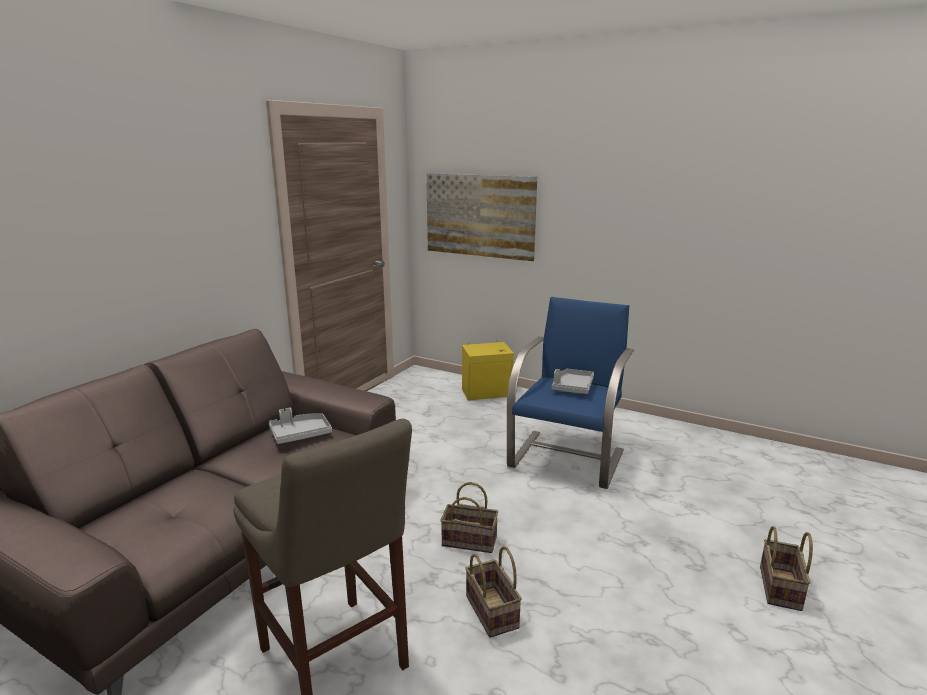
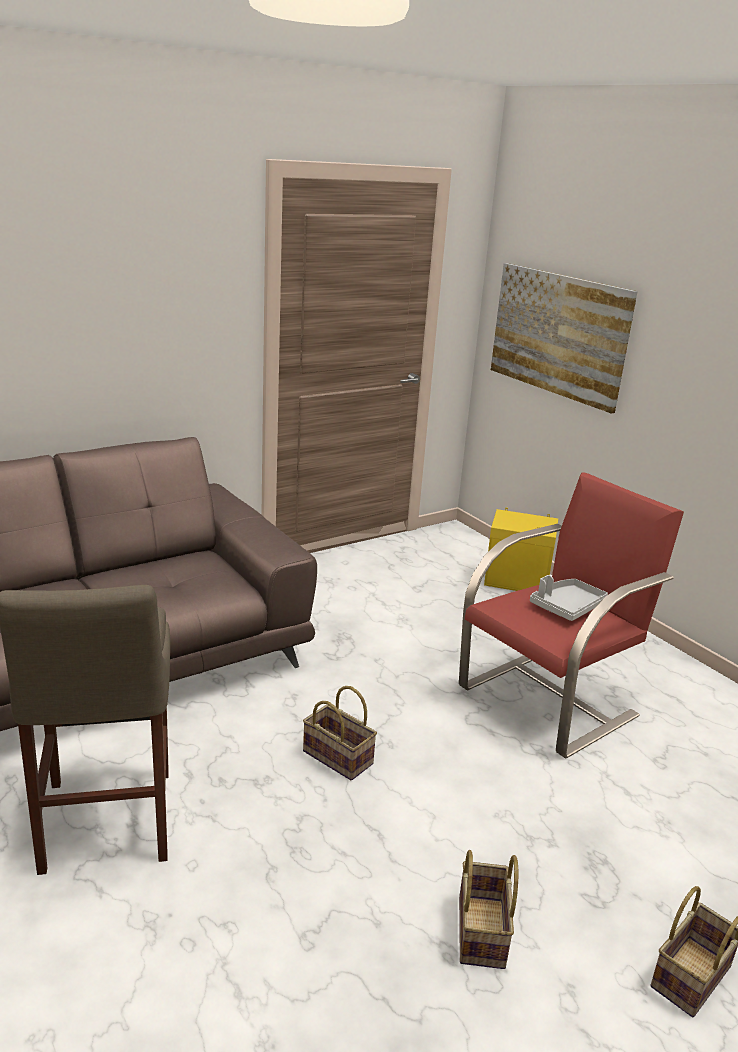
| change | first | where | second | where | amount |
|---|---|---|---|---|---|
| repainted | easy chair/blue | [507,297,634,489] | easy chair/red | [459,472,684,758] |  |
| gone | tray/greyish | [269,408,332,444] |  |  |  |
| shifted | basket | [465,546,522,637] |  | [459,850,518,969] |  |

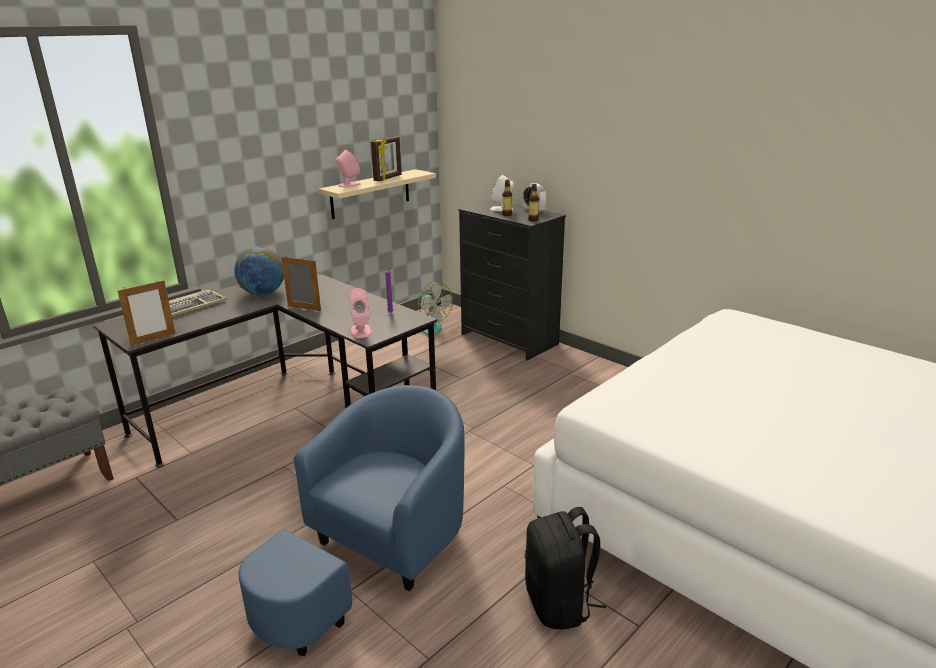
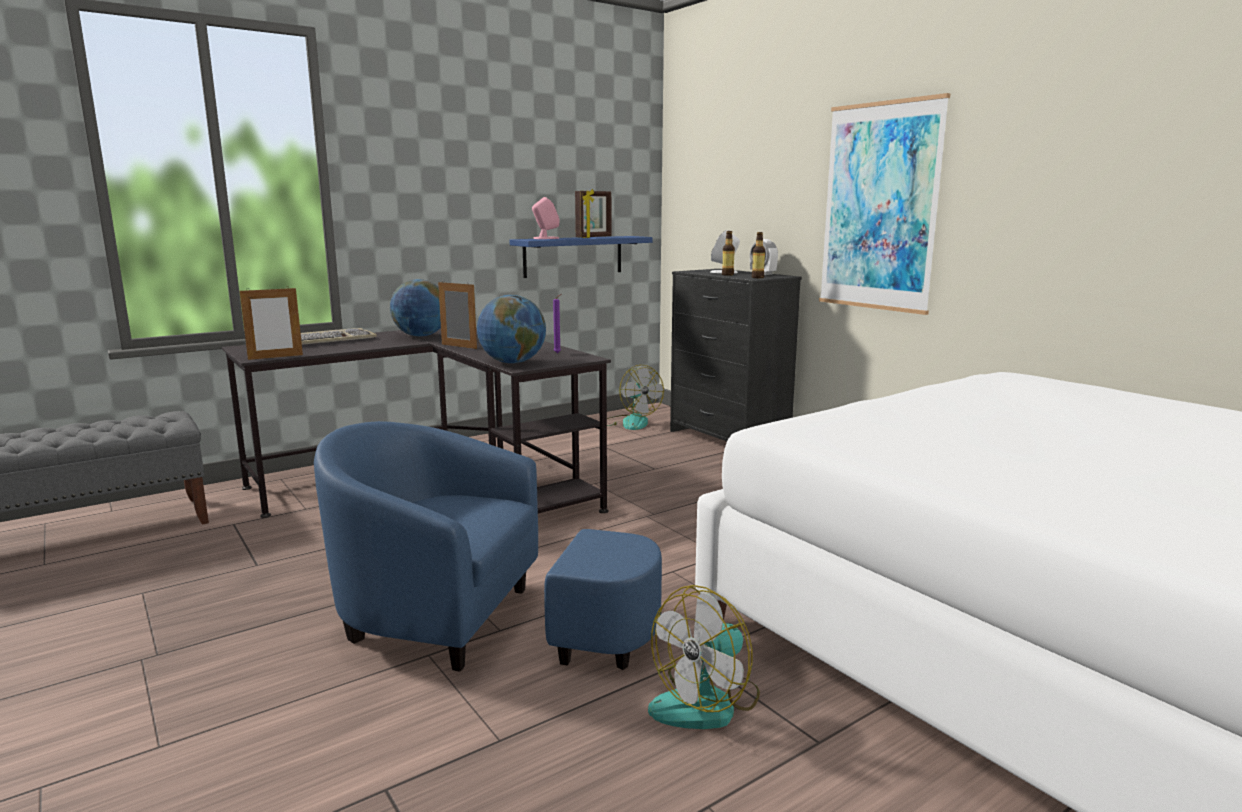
| change | first | where | second | where | amount |
|---|---|---|---|---|---|
| repainted | bracket shelf/sand-coloured | [318,169,436,219] | bracket shelf/blue | [510,236,653,278] |  |
| swapped | speaker/pinkish | [350,288,372,338] | globe | [477,295,546,364] |  |
| rotated | easy chair/blue | [239,385,465,656] |  | [314,421,662,672] | 120 degrees counterclockwise |
| swapped | knapsack/black | [525,507,606,630] | electric fan | [648,585,760,729] |  |
| new |  |  | wall picture | [819,93,950,315] |  |

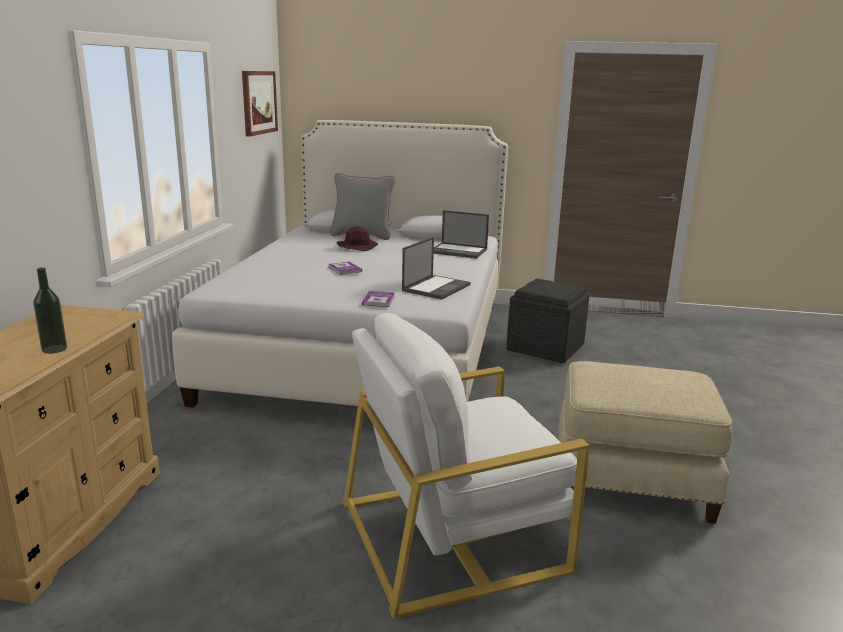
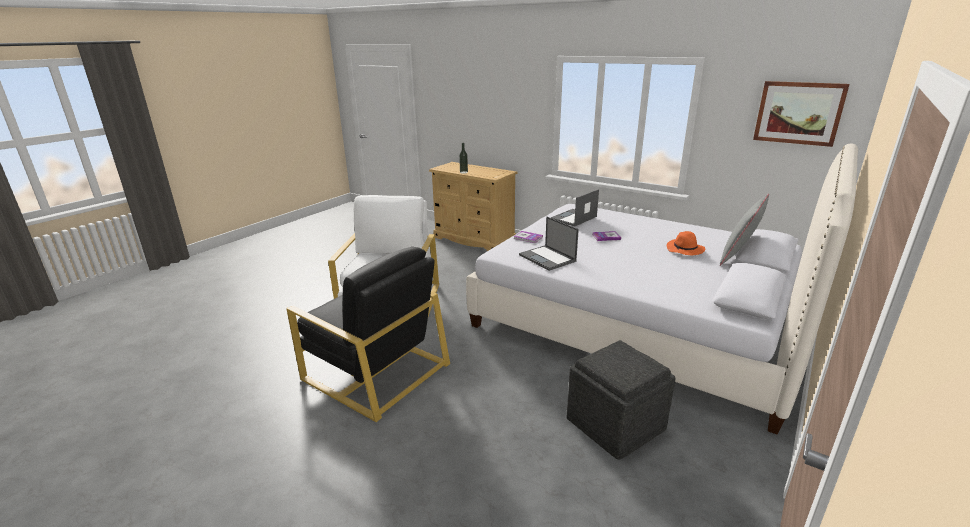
| change | first | where | second | where | amount |
|---|---|---|---|---|---|
| shifted | laptop | [434,210,489,258] |  | [551,189,599,227] |  |
| repainted | clothing hat/purple | [337,226,378,251] | clothing hat/orange | [667,231,705,255] |  |
| swapped | footrest/sand-coloured | [558,361,733,524] | easy chair/black | [287,247,450,422] |  |

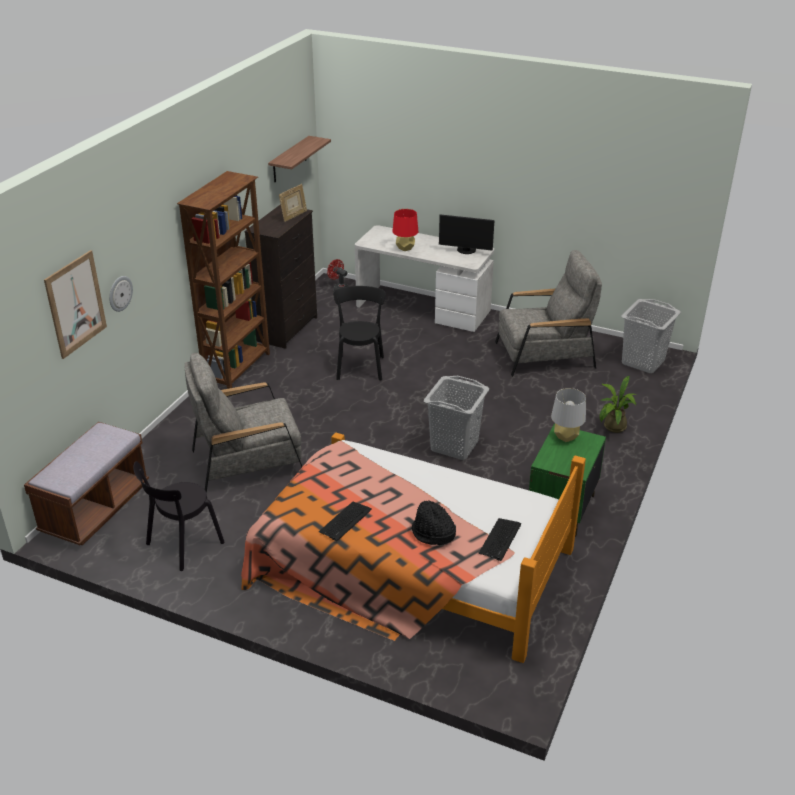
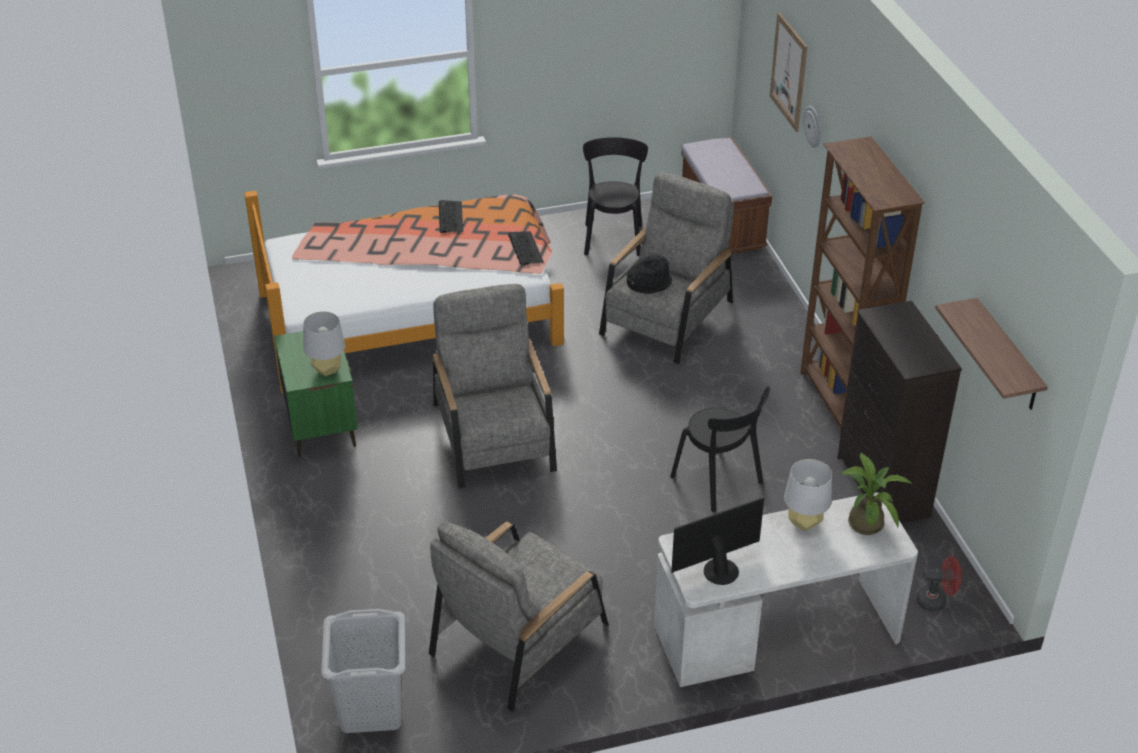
| change | first | where | second | where | amount |
|---|---|---|---|---|---|
| gone | standing frame | [279,184,307,222] |  |  |  |
| repainted | tabletop lamp/red | [392,209,418,251] | tabletop lamp/greyish | [784,459,832,531] |  |
| swapped | laundry basket/greyish | [424,376,489,460] | easy chair/greyish | [433,284,557,488] |  |
| shifted | plant in a pot | [599,376,637,433] |  | [839,453,912,535] |  |
| shifted | clothing hat/black | [412,500,456,545] |  | [627,254,672,294] |  |
| shifted | keyboard | [479,518,521,561] |  | [508,231,544,266] |  |

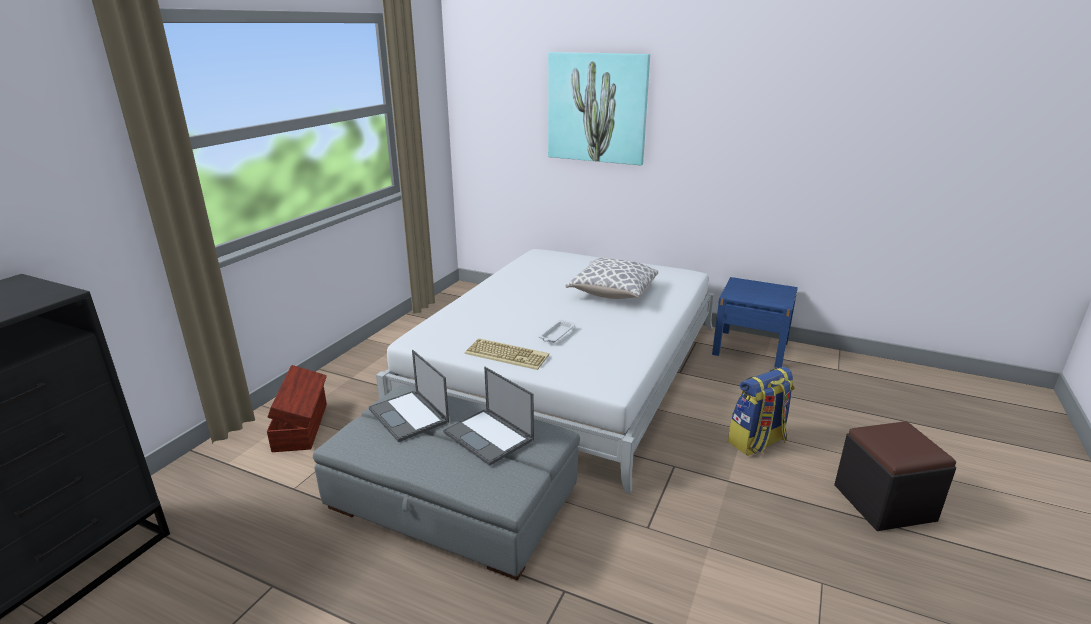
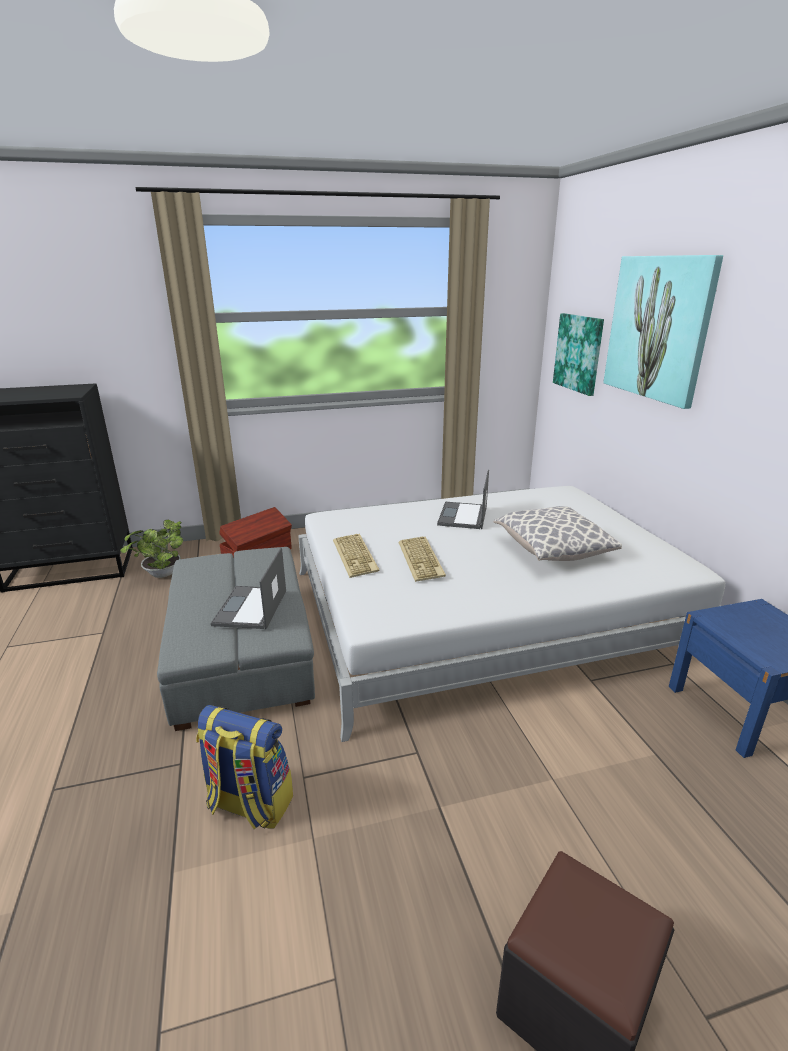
| change | first | where | second | where | amount |
|---|---|---|---|---|---|
| swapped | tray/white-coloured | [538,319,576,343] | keyboard | [399,537,446,582] |  |
| shifted | laptop | [369,350,449,442] |  | [437,470,489,529] |  |
| shifted | knapsack | [728,367,794,456] |  | [196,705,293,829] |  |
| new |  |  | wall picture | [553,313,604,396] |  |
| new |  |  | plant in a pot | [120,520,183,578] |  |

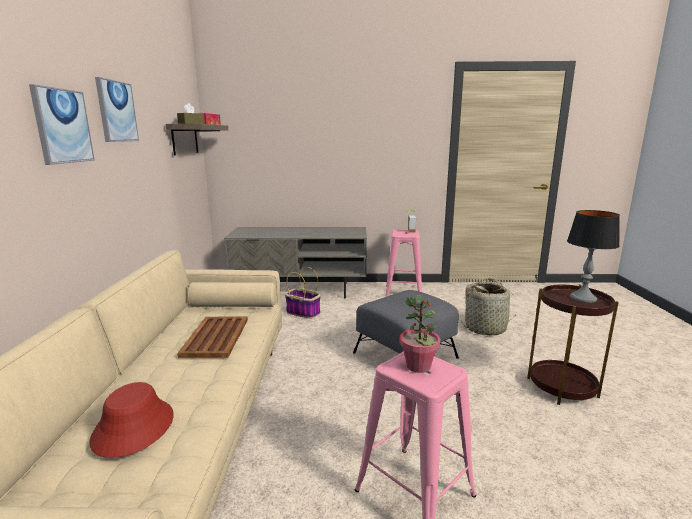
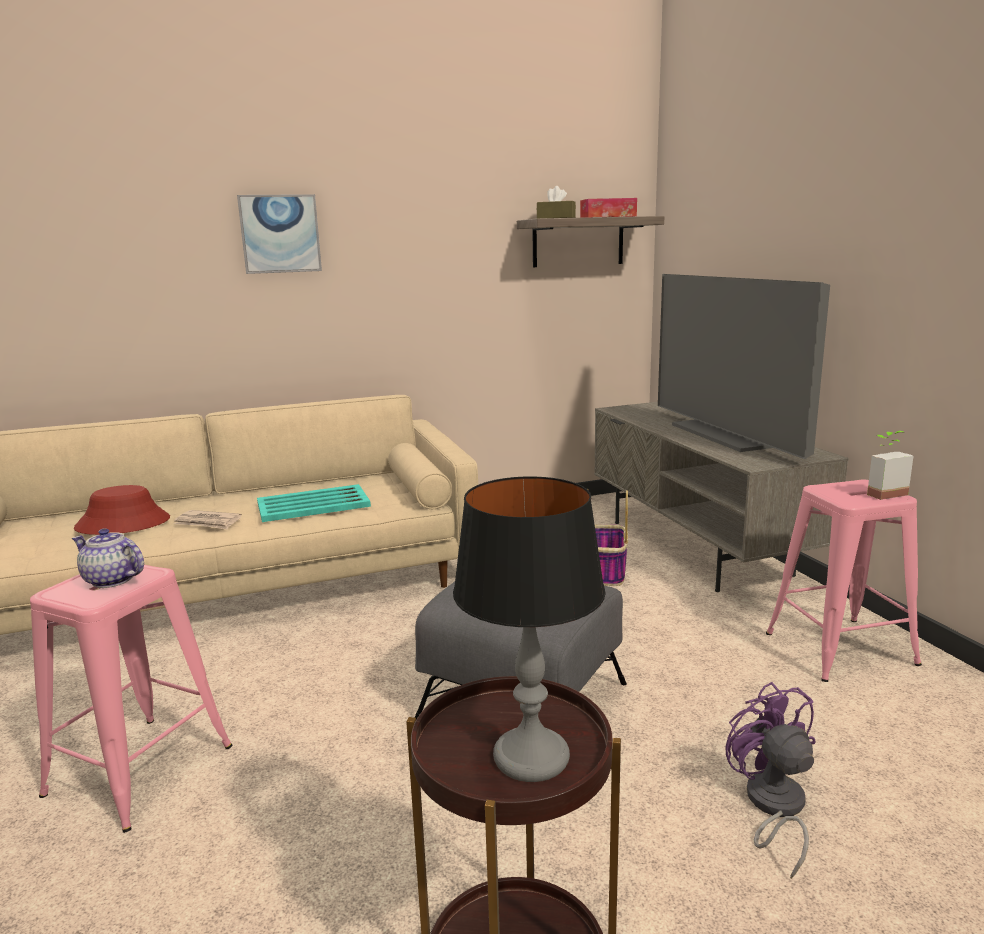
| change | first | where | second | where | amount |
|---|---|---|---|---|---|
| gone | wall picture | [95,77,139,142] |  |  |  |
| swapped | basket | [461,278,518,335] | electric fan/purple | [726,682,815,879] |  |
| swapped | plant in a pot | [399,295,441,373] | pot for tea | [72,528,144,588] |  |
| repainted | tray/brown-coloured | [177,317,248,358] | tray/turquoise | [257,484,371,522] |  |
| new |  |  | TV | [658,274,830,459] |  |
| new |  |  | printed paper | [174,510,242,529] |  |

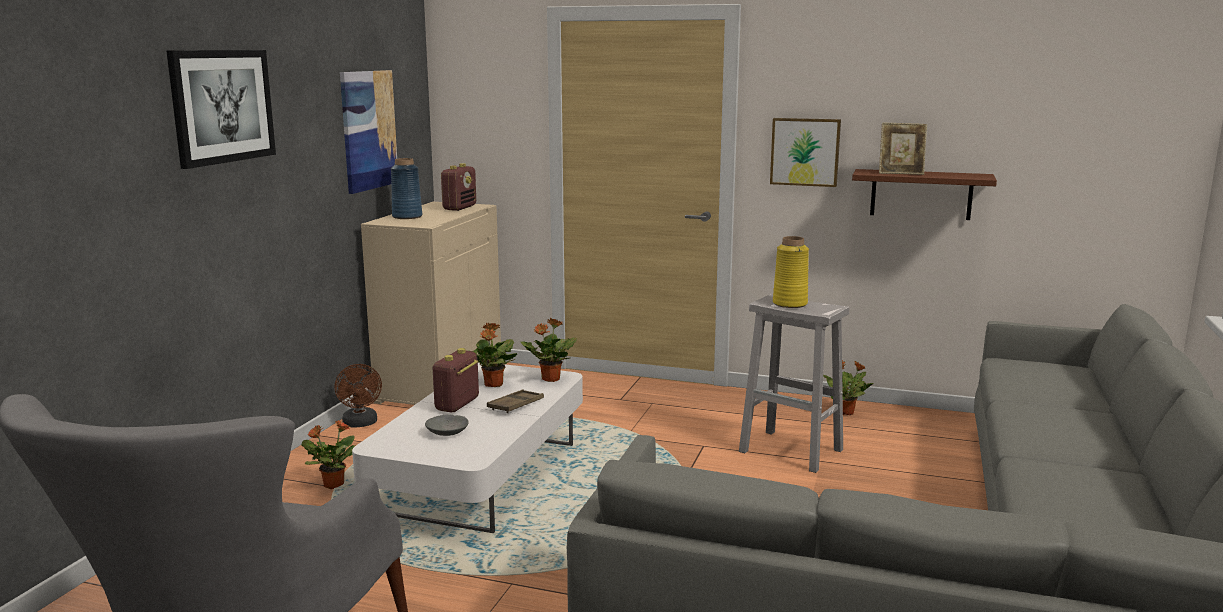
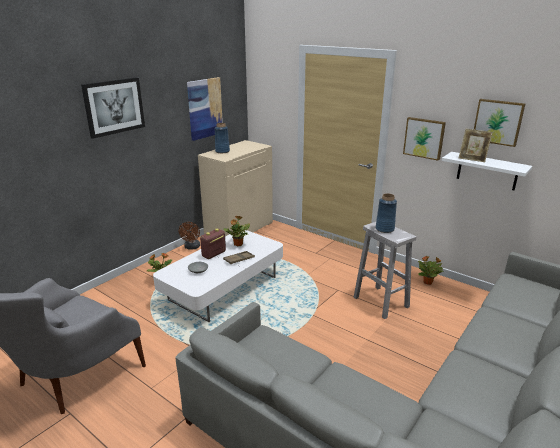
| change | first | where | second | where | amount |
|---|---|---|---|---|---|
| gone | radio set | [440,163,476,211] |  |  |  |
| repainted | bracket shelf/brown-coloured | [852,169,997,220] | bracket shelf/white-coloured | [442,152,532,190] |  |
| repainted | flower vase/yellowish | [773,236,809,308] | flower vase/blue | [376,193,397,233] |  |
| gone | plant in a pot | [521,318,577,382] |  |  |  |
| new |  |  | wall picture | [474,99,525,147] |  |

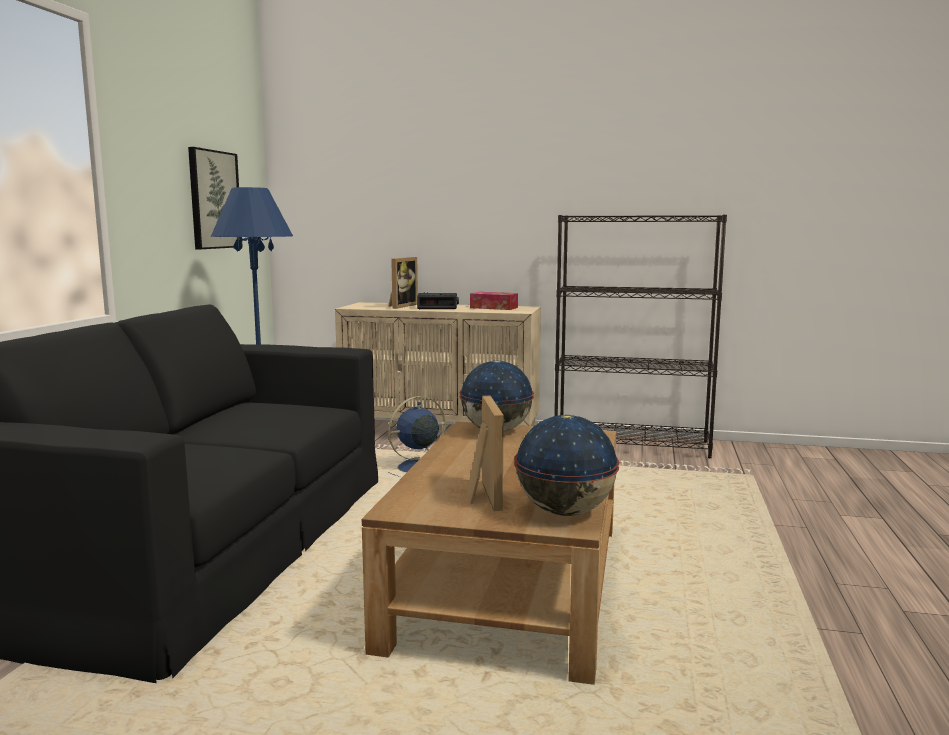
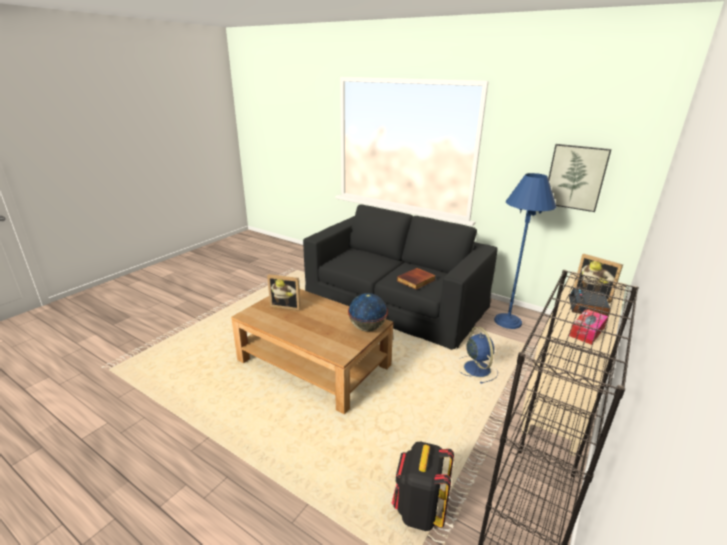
| change | first | where | second | where | amount |
|---|---|---|---|---|---|
| gone | globe | [514,415,619,516] |  |  |  |
| new |  |  | volume | [397,268,436,290] |  |
| new |  |  | knapsack/black | [392,442,454,531] |  |

